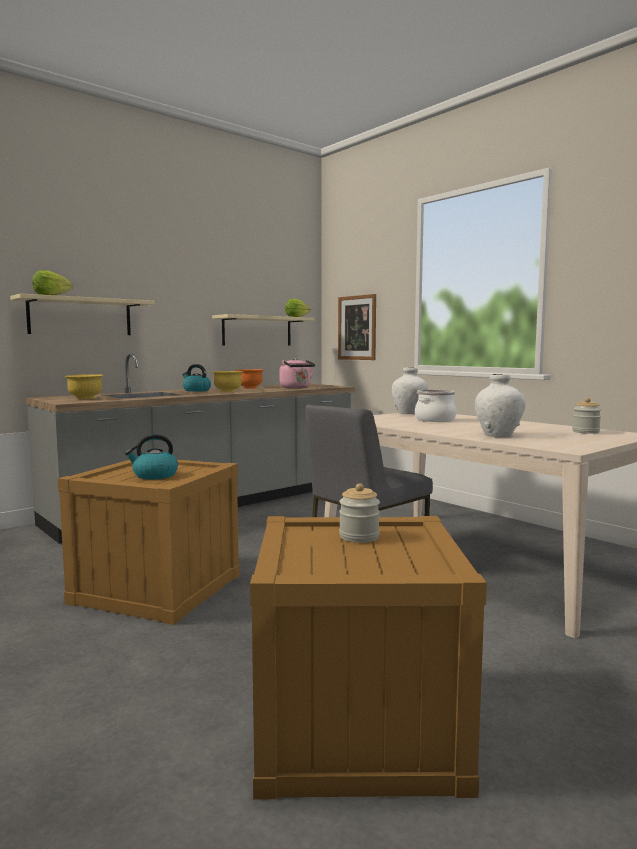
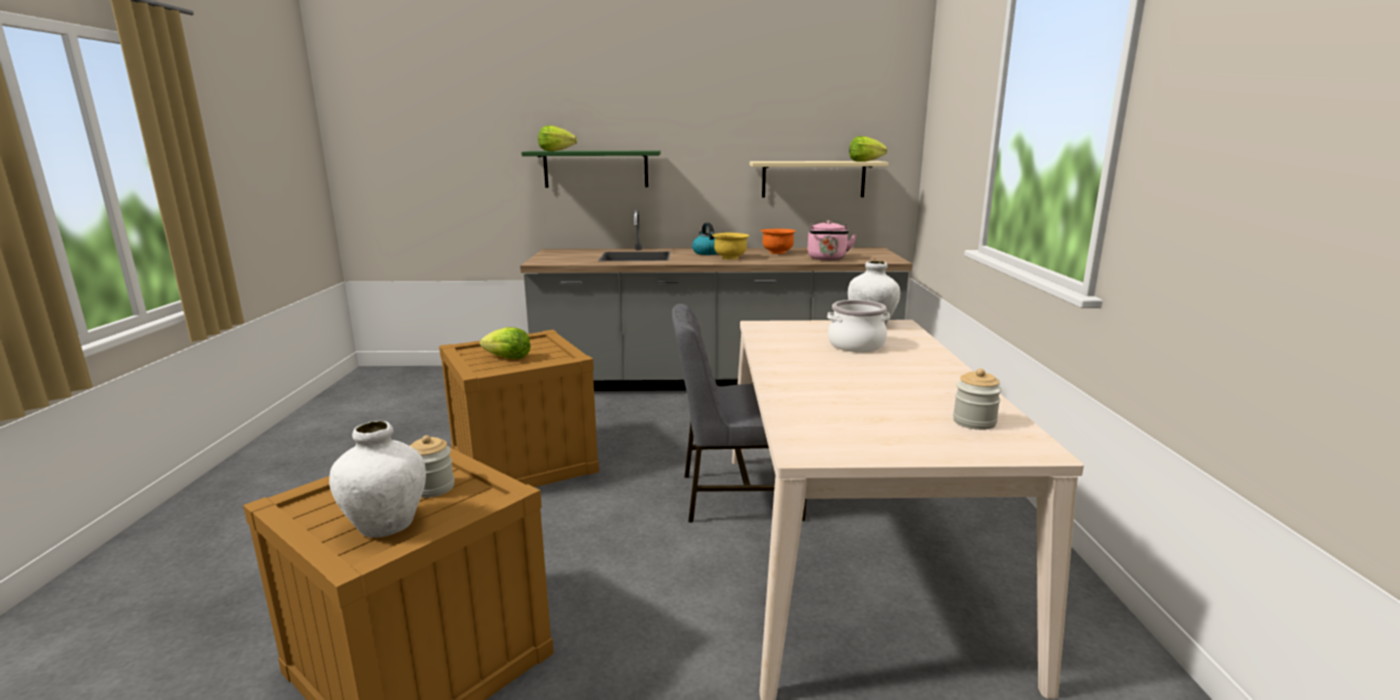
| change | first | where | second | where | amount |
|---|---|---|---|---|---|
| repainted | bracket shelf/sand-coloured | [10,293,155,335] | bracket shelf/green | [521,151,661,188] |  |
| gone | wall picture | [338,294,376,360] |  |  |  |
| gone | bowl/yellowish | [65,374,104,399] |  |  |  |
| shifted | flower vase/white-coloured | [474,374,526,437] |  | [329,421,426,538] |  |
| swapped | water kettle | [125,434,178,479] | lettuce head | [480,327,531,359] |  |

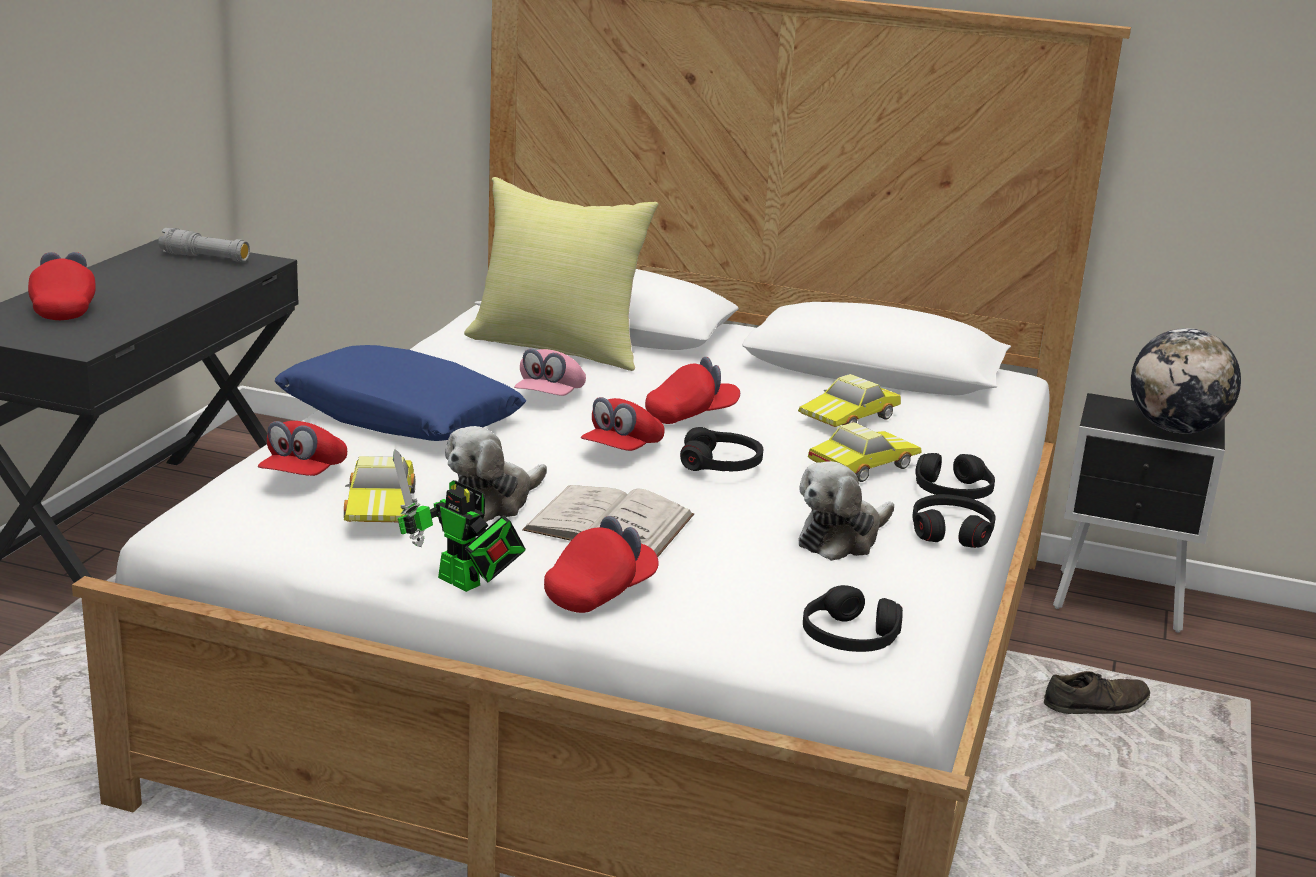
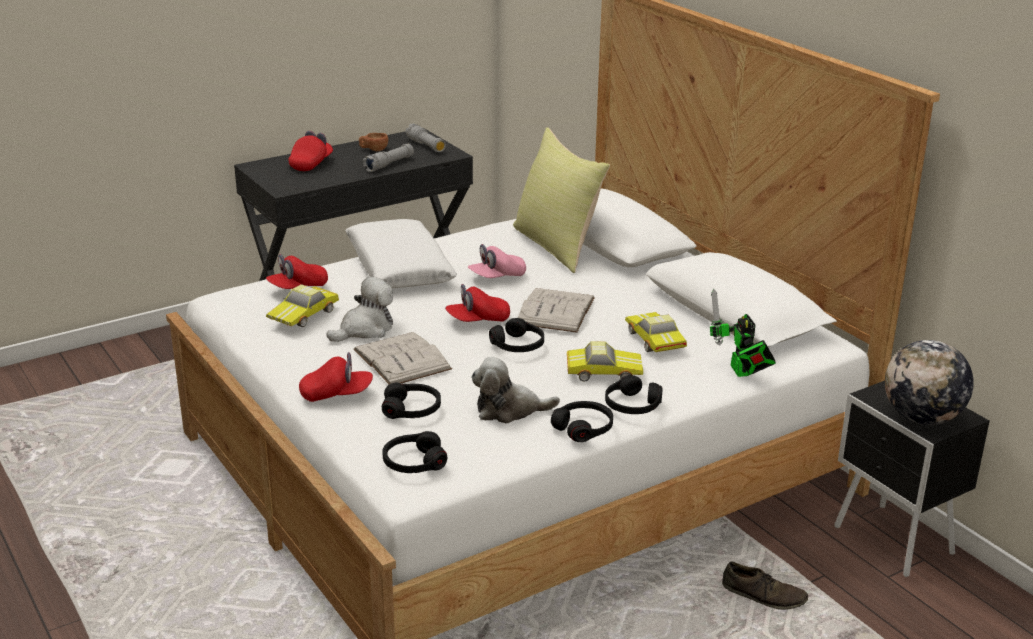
| change | first | where | second | where | amount |
|---|---|---|---|---|---|
| repainted | cushion/blue | [275,345,526,441] | cushion/white-coloured | [345,219,457,288] |  |
| swapped | cap/red | [645,357,740,424] | volume/white-coloured | [518,288,595,333] |  |
| rotated | miniature car | [798,374,901,427] |  | [625,312,687,352] | 75 degrees clockwise |
| rotated | cuddly toy | [445,426,547,522] |  | [326,277,393,342] | 150 degrees clockwise |
| shifted | robot figure | [393,449,526,592] |  | [710,289,776,377] |  |
| new |  |  | small cup/brown-coloured | [359,133,388,151] |  |
| new |  |  | torch/greyish | [362,144,414,172] |  |
| new |  |  | headphones/black | [382,382,441,419] |  |

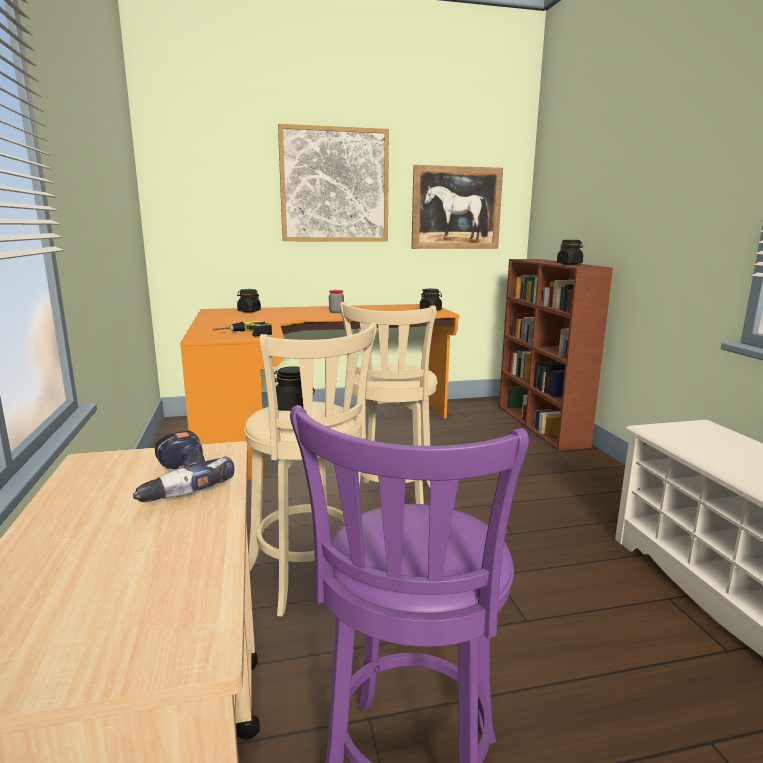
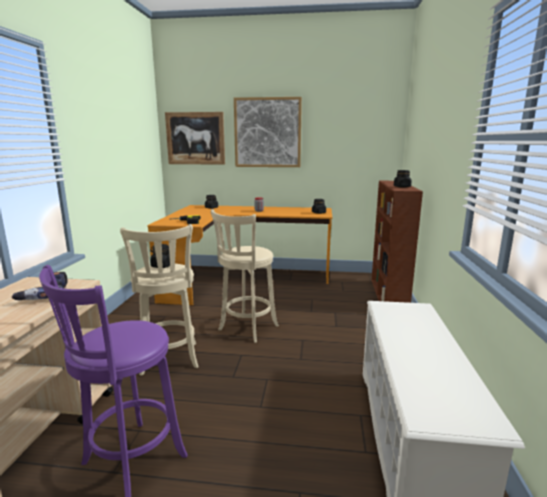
| change | first | where | second | where | amount |
|---|---|---|---|---|---|
| shifted | wall picture | [412,165,503,249] |  | [165,112,225,165] |  |

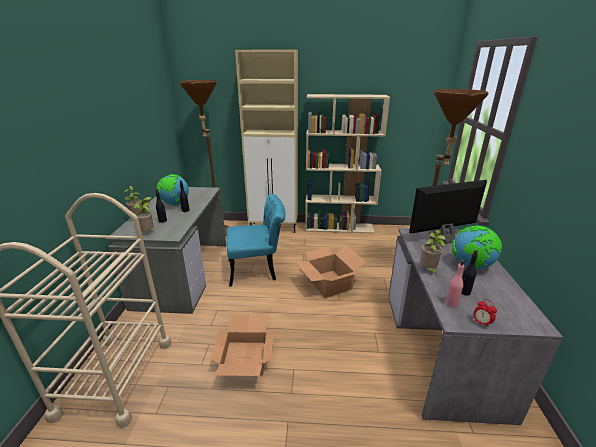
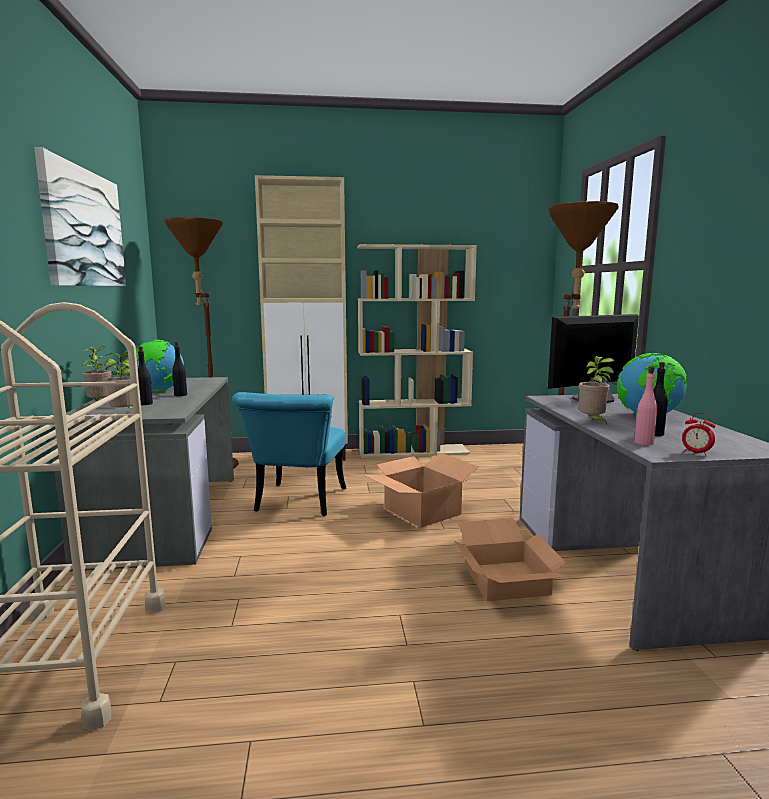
| change | first | where | second | where | amount |
|---|---|---|---|---|---|
| rotated | upright chair/turquoise | [226,194,286,287] |  | [232,392,346,516] | 120 degrees clockwise |
| shifted | cardboard box | [210,314,274,376] |  | [454,518,570,601] |  |
| new |  |  | wall picture | [34,147,126,286] |  |

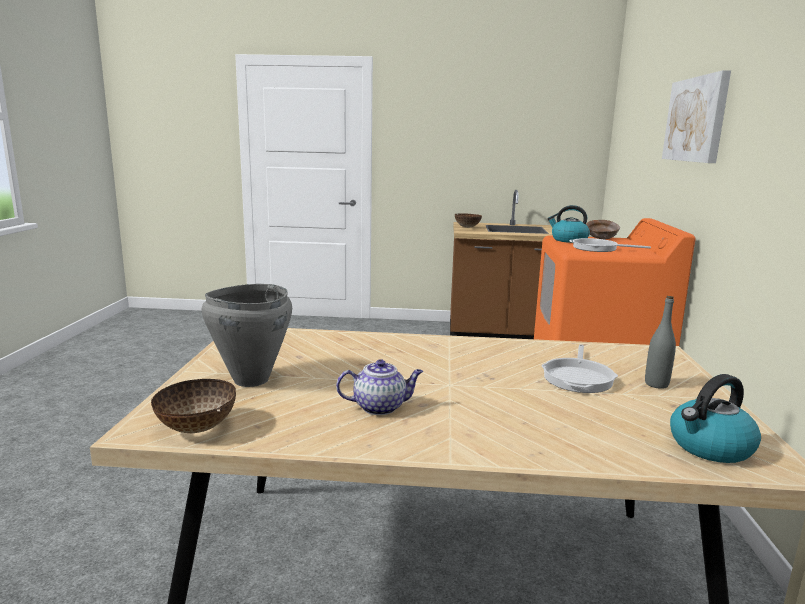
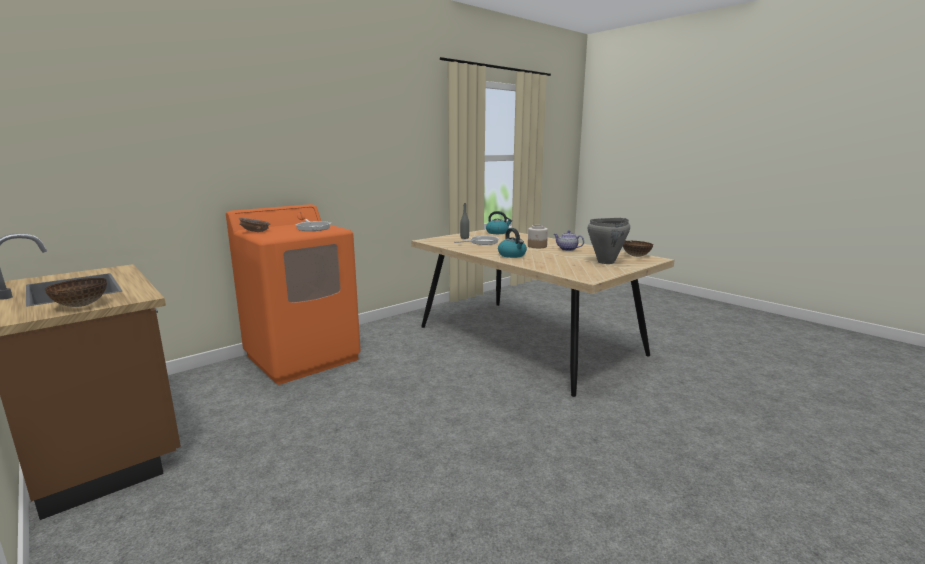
| change | first | where | second | where | amount |
|---|---|---|---|---|---|
| gone | wall picture | [662,70,731,163] |  |  |  |
| shifted | water kettle | [548,205,590,243] |  | [498,228,527,258] |  |
| new |  |  | preserve jar | [528,225,548,248] |  |

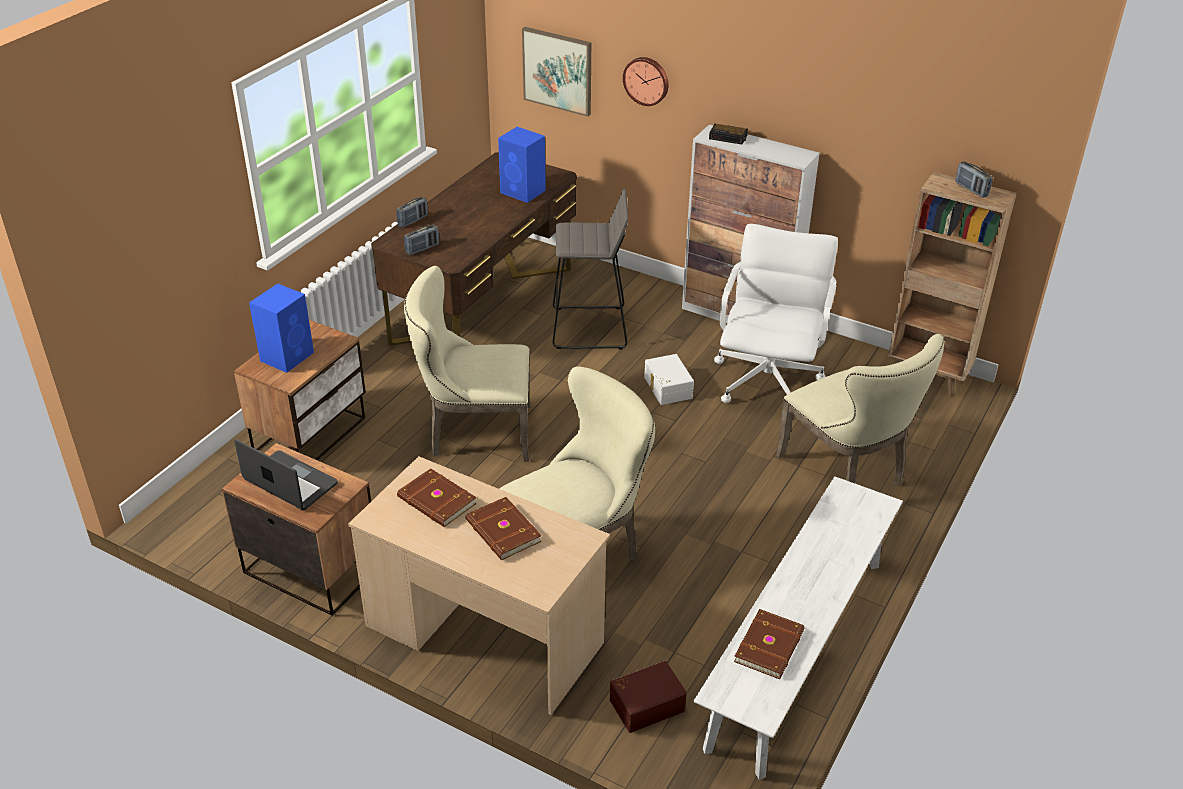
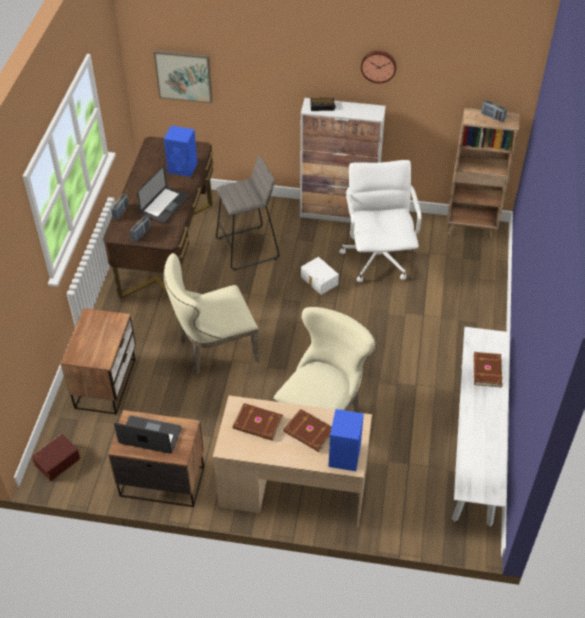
| change | first | where | second | where | amount |
|---|---|---|---|---|---|
| shifted | hanging clock | [623,57,669,106] |  | [361,51,396,83] |  |
| shifted | speaker/blue | [249,283,314,373] |  | [328,409,364,471] |  |
| gone | upright chair/sand-coloured | [776,334,944,486] |  |  |  |
| shifted | volume/brown-coloured | [734,609,805,679] |  | [473,352,502,387] |  |
| shifted | storage box/brown-coloured | [610,661,687,733] |  | [32,434,80,481] |  |
| new |  |  | laptop | [137,165,189,224] |  |

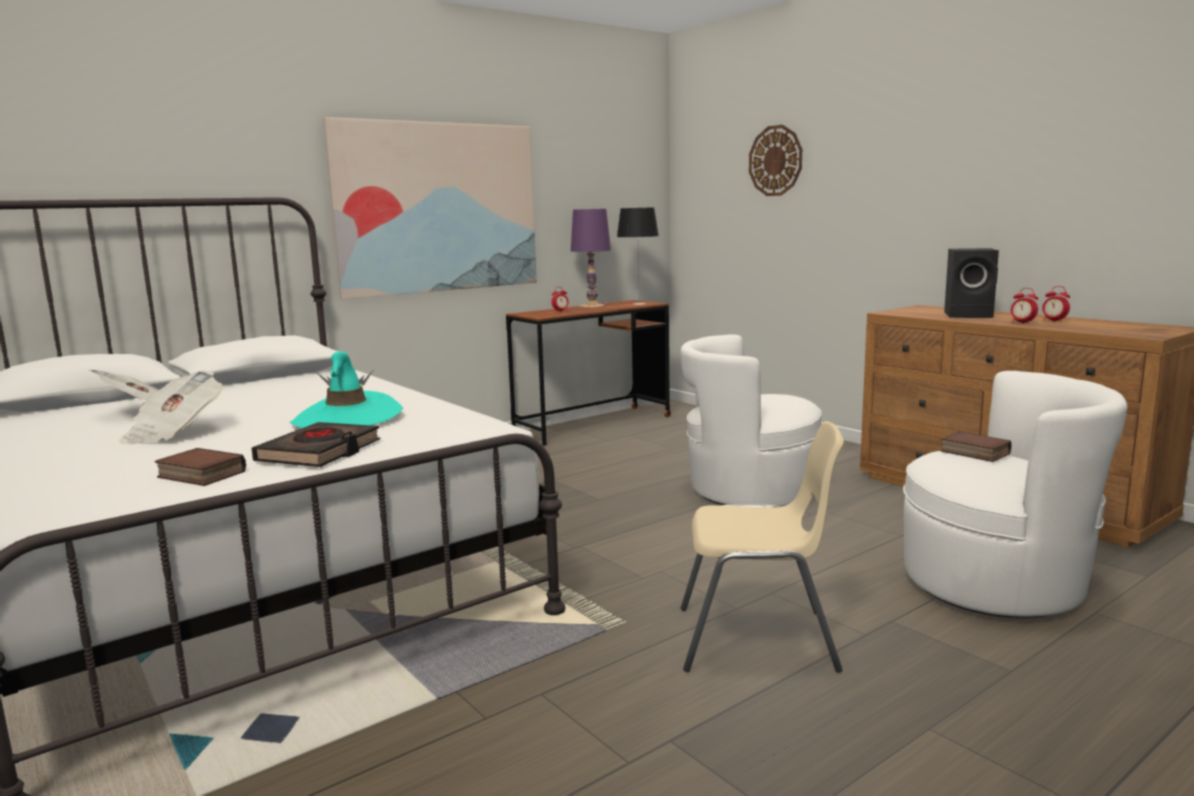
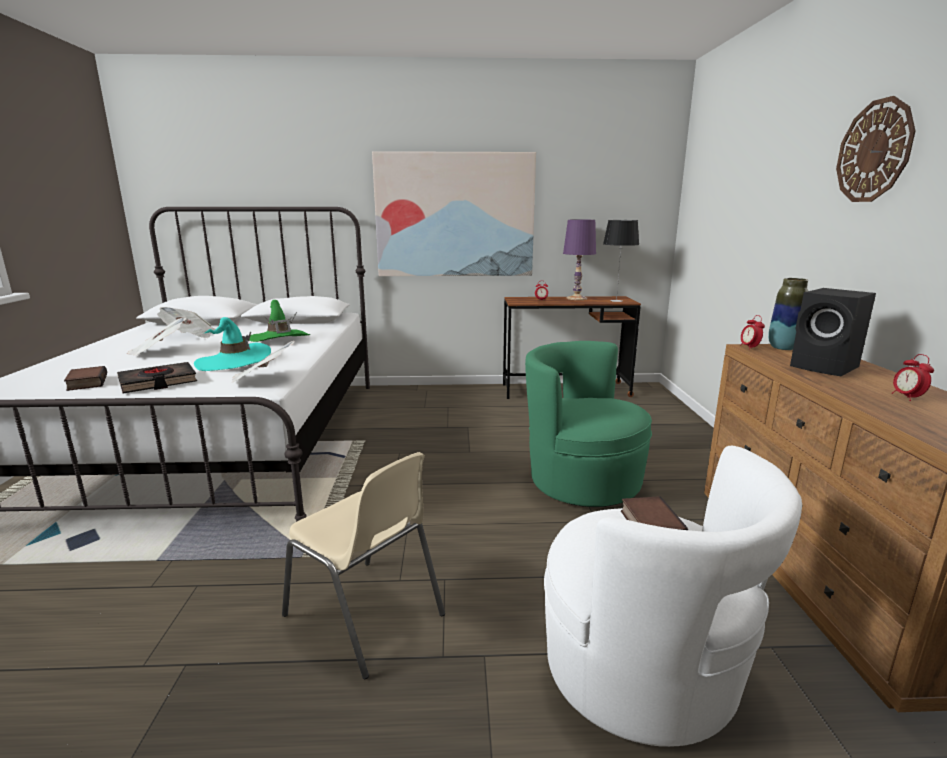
| change | first | where | second | where | amount |
|---|---|---|---|---|---|
| shifted | hanging clock | [749,125,802,196] |  | [836,96,915,202] |  |
| shifted | bedside clock | [1011,288,1038,324] |  | [740,315,765,350] |  |
| repainted | easy chair/white-coloured | [680,334,822,507] | easy chair/green | [525,341,652,507] |  |
| new |  |  | flower vase | [768,278,808,350] |  |
| new |  |  | clothing hat/green | [249,300,310,342] |  |
| new |  |  | printed paper | [232,341,294,382] |  |

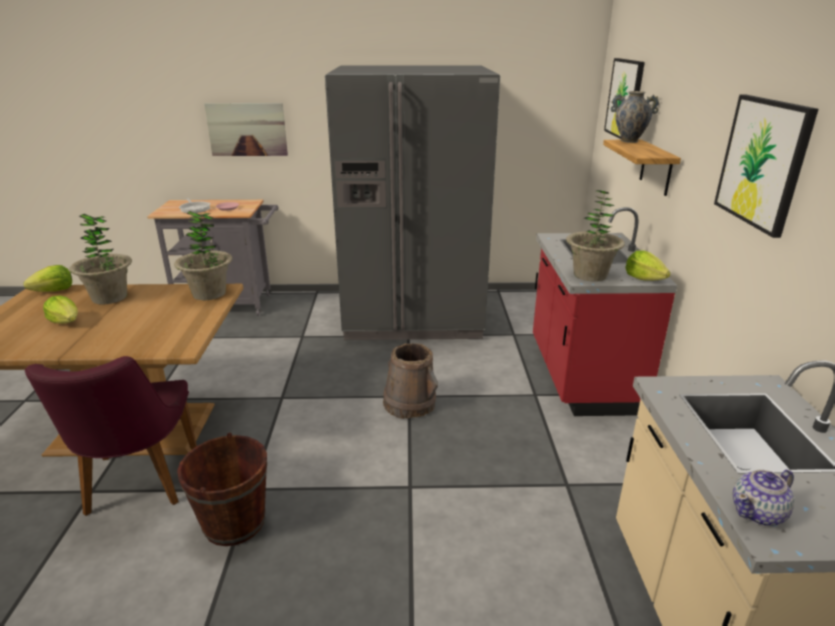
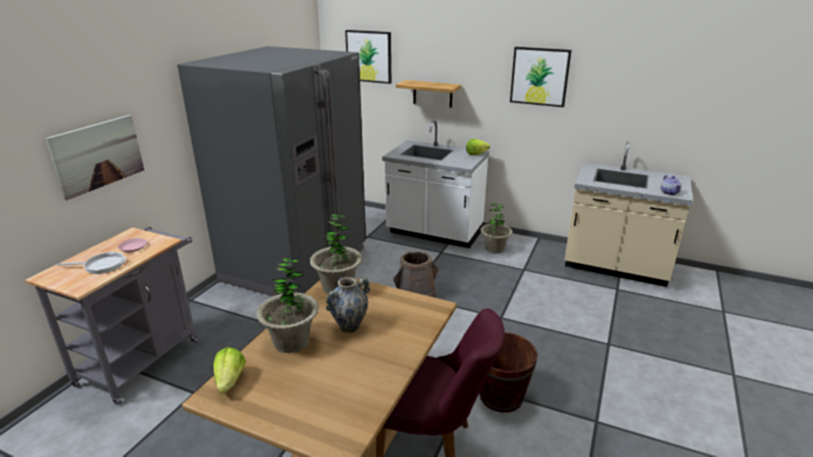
| change | first | where | second | where | amount |
|---|---|---|---|---|---|
| shifted | flower vase | [611,91,659,143] |  | [325,277,370,333] |  |
| shifted | plant in a pot | [566,190,625,281] |  | [480,204,513,253] |  |
| repainted | counter/red | [533,207,678,416] | counter/white-coloured | [382,121,489,248] |  |
| gone | lettuce head | [43,295,78,324] |  |  |  |

